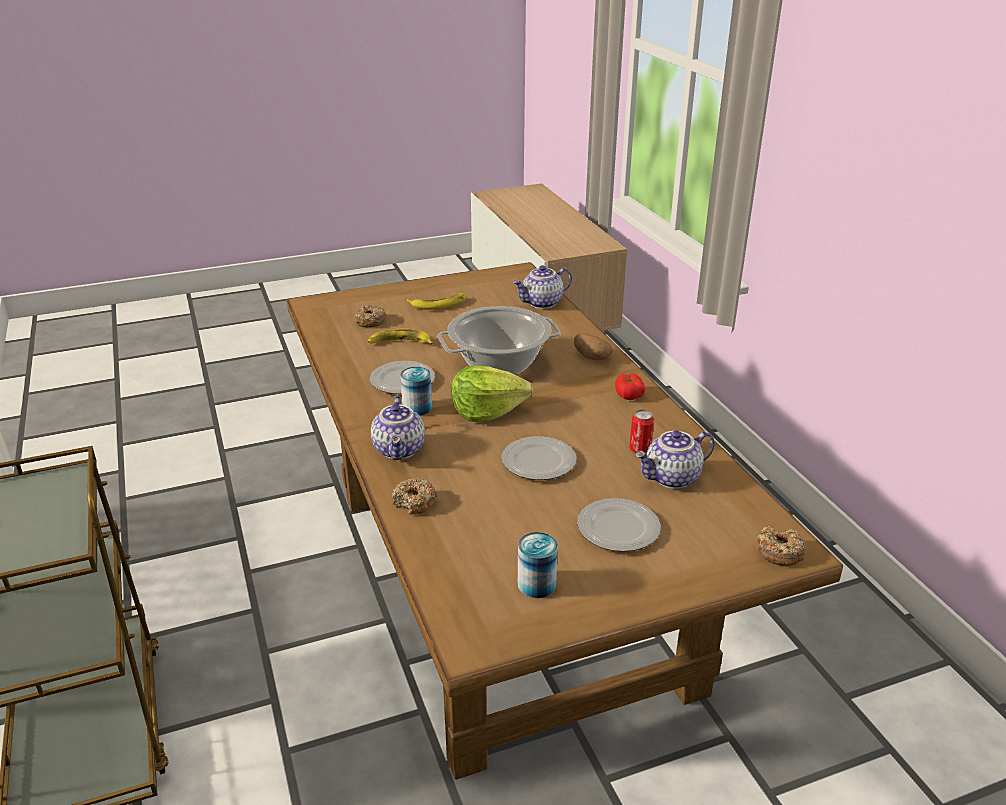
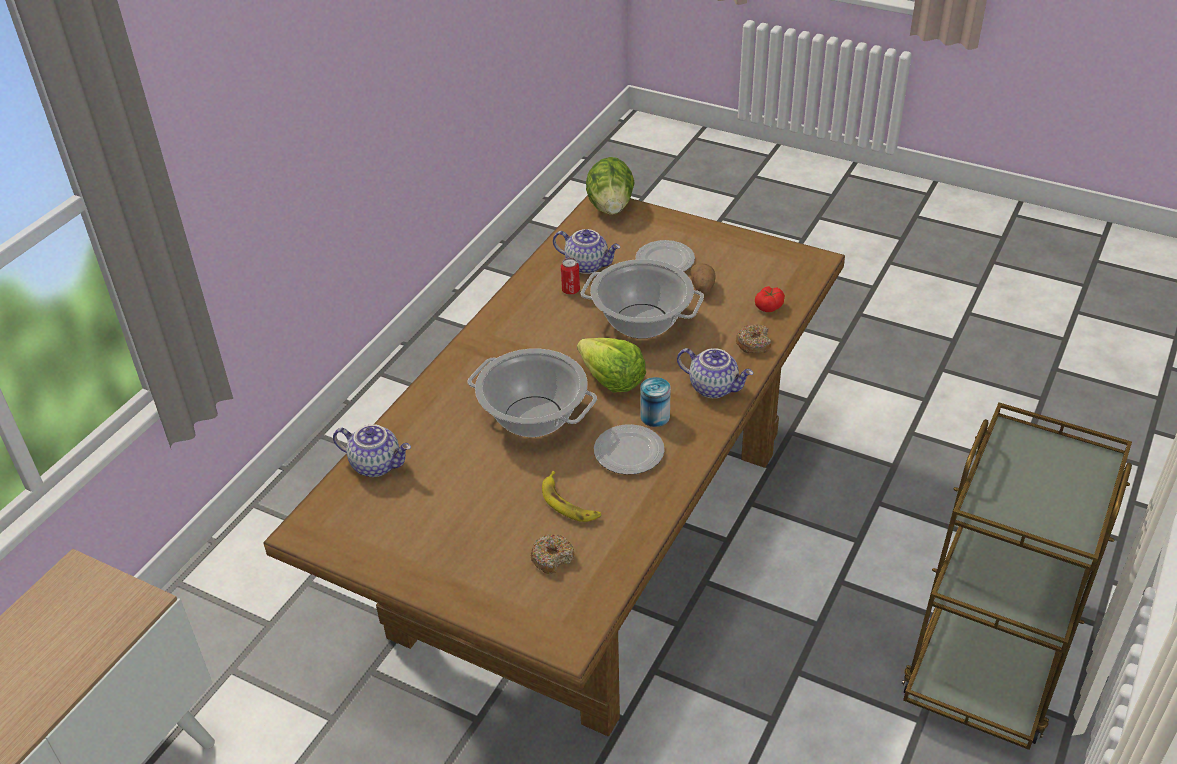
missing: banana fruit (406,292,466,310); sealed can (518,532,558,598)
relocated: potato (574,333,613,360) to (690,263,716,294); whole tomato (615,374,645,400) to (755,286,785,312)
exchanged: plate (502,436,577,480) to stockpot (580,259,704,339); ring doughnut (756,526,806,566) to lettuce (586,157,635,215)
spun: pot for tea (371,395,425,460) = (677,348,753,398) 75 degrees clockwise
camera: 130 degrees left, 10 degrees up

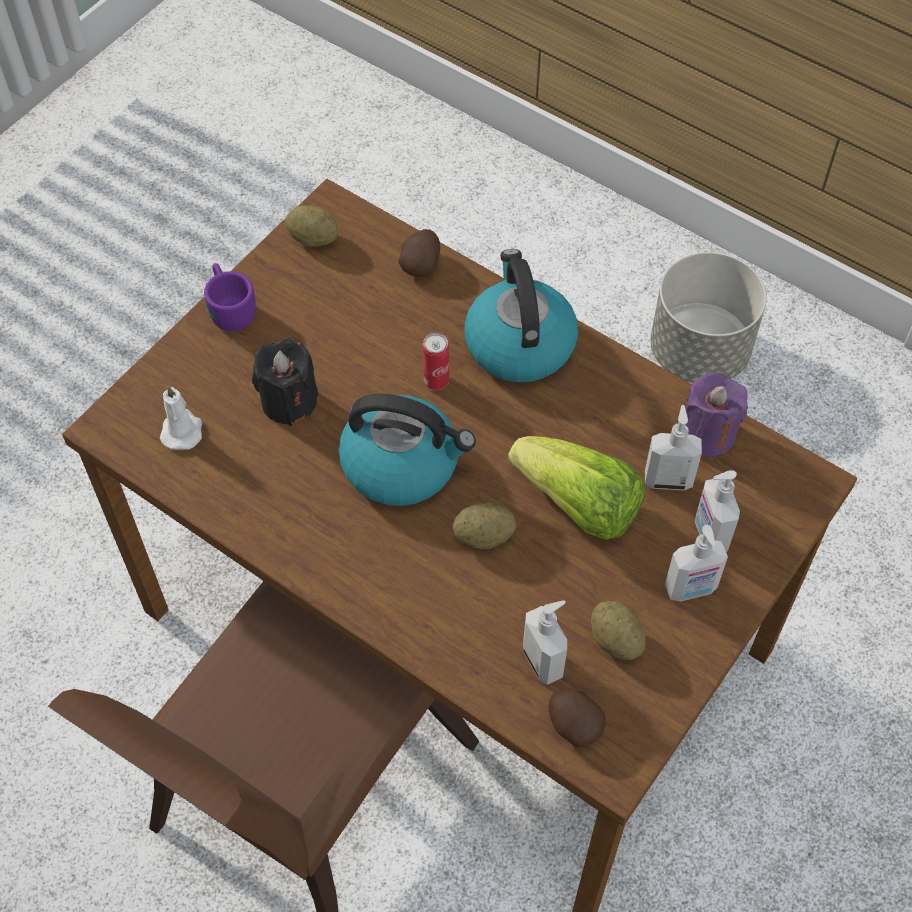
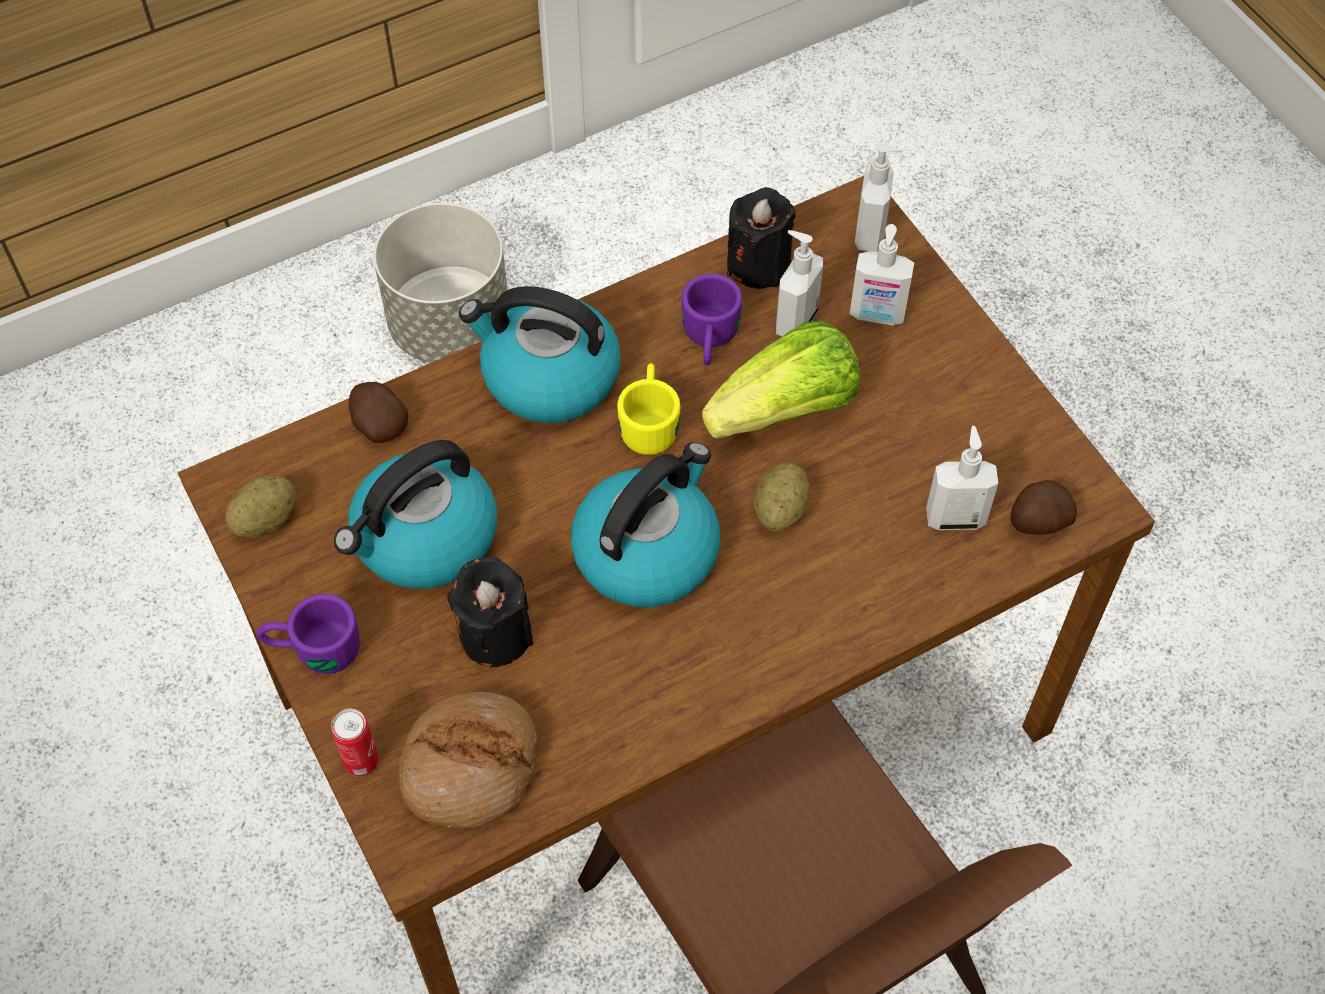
missing: potato (591,601,646,660)
appeared: coffee mug/purplish (681,273,742,365); coffee mug/yellow (617,363,680,455); kettle (334,440,497,589)
relocated: sealed can (422,333,449,390) to (331,709,379,777); liquid soap bottle (665,525,728,602) to (855,144,902,252)
exchanged: wax light/whitish (160,385,202,450) to bakery bread (399,692,537,829)
colour: wax light/purplish (685,372,748,457) to wax light/black-coloured (727,187,796,289)
camera: 65 degrees left, 0 degrees up

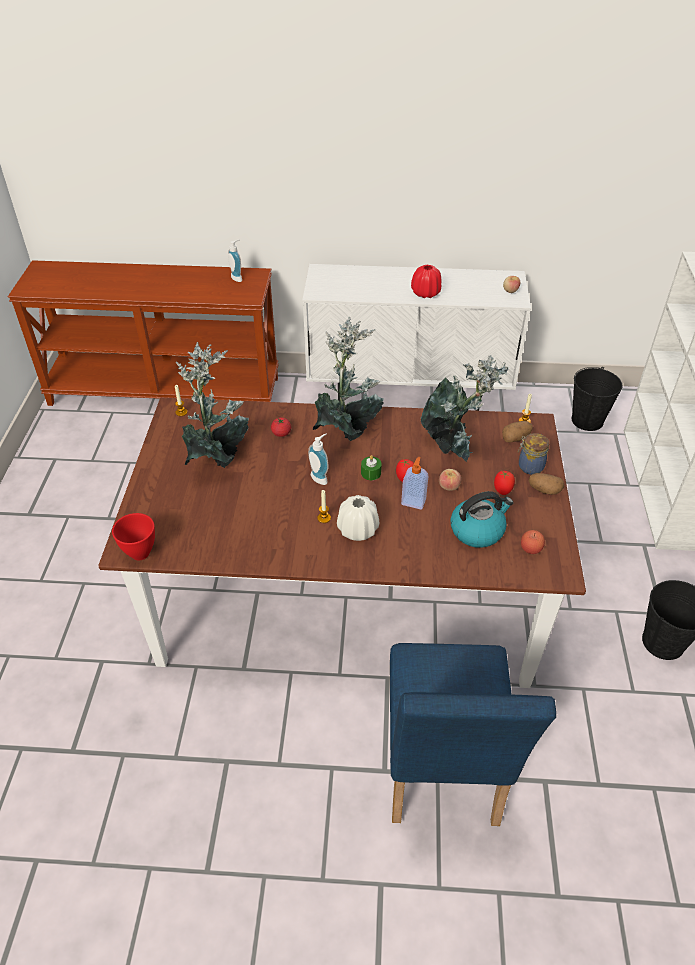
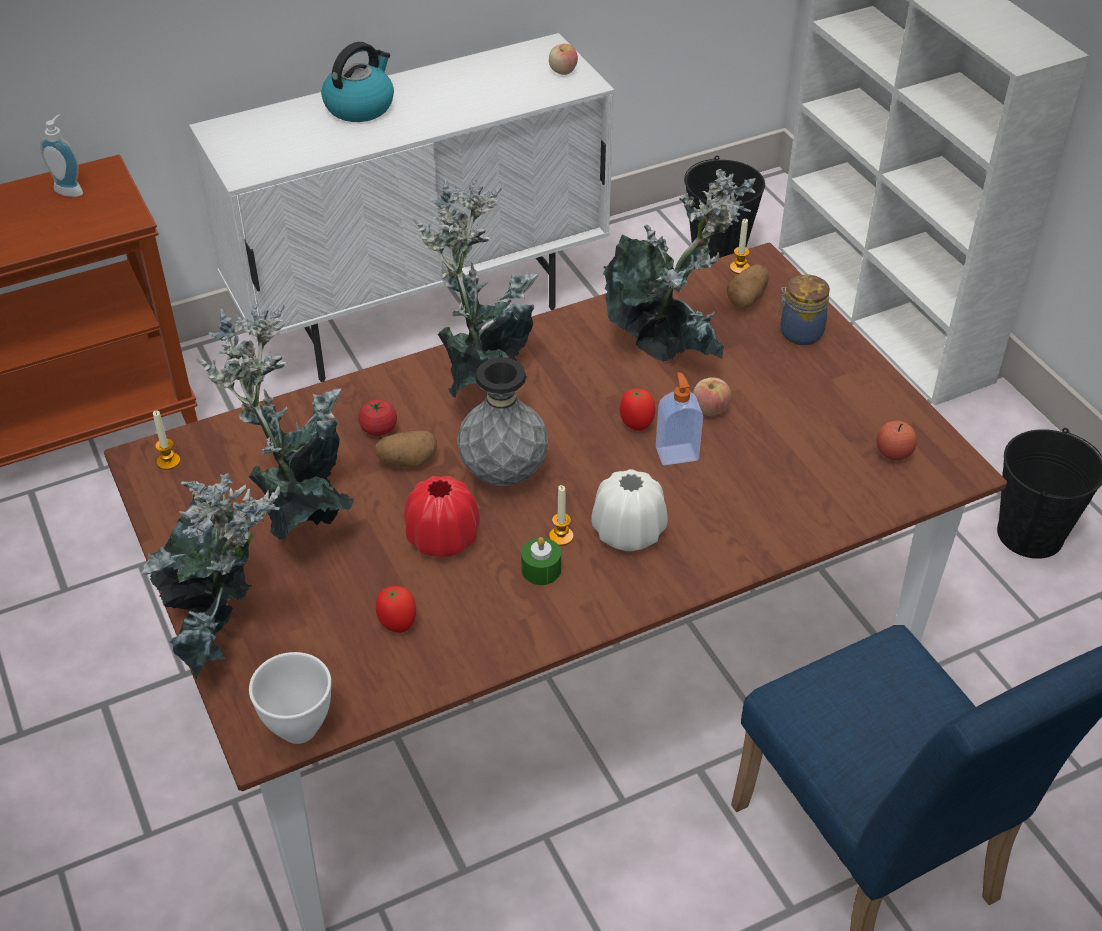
appeared: potted plant (141,474,280,680)
relocated: vase/red-coloured (411,265,441,298) to (404,476,480,557); wax light/green (361,455,382,480) to (521,537,561,585); whole tomato (494,471,515,495) to (376,586,416,633); potato (528,473,564,495) to (375,431,437,467); kettle (450,491,513,548) to (321,42,394,122)
exchanged: liquid soap bottle (308,434,329,485) to vase/greyish (457,357,549,486)
colour: deep dish/red-coloured (112,513,155,560) to deep dish/whitish (249,652,331,744)
camera: 30 degrees left, 0 degrees up

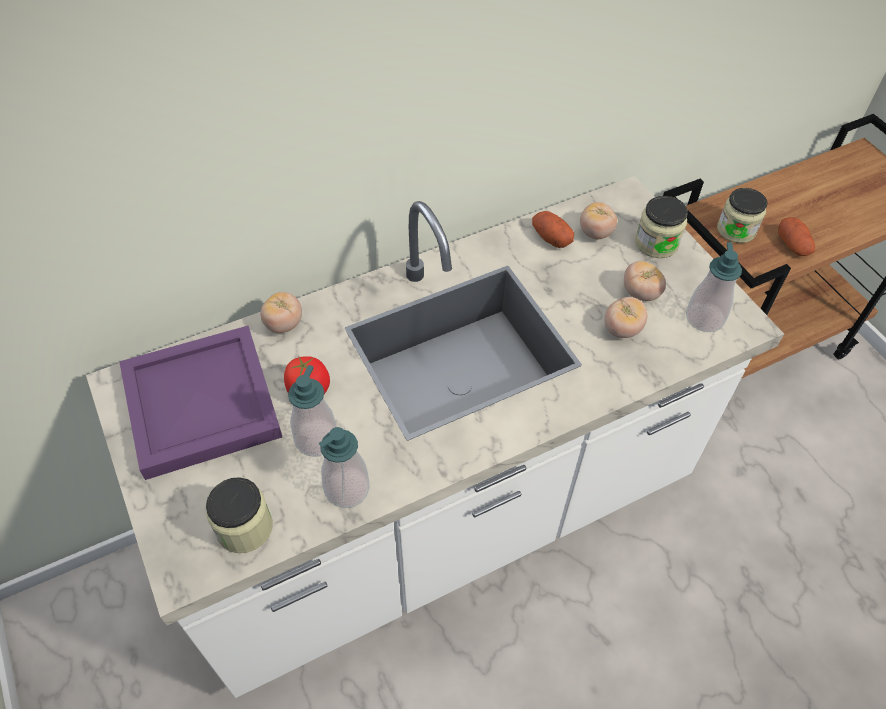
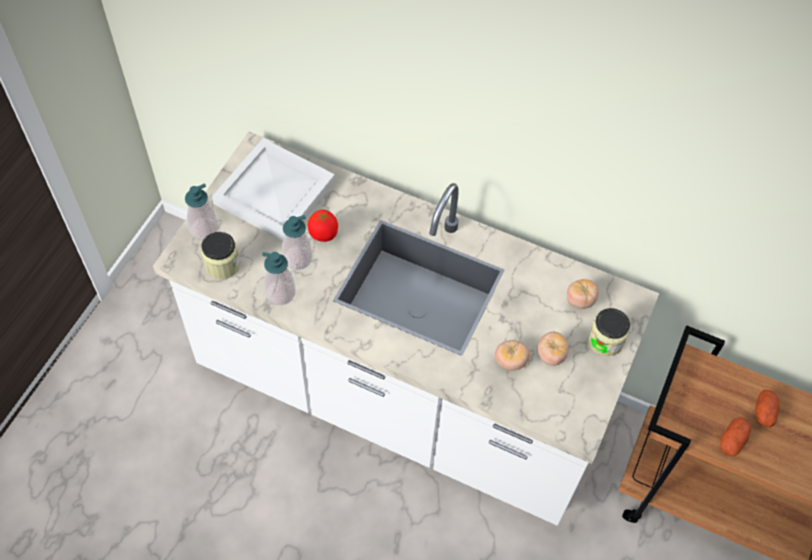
missing: jar (717,188,768,243); whole tomato (261,292,302,333)
relocated: potato (532,211,574,248) to (755,390,780,427); liquid soap bottle (686,242,742,332) to (185,183,218,240)
colour: tray/purplish (119,326,282,480) to tray/whitish (212,138,335,241)
camera: 50 degrees right, 5 degrees up

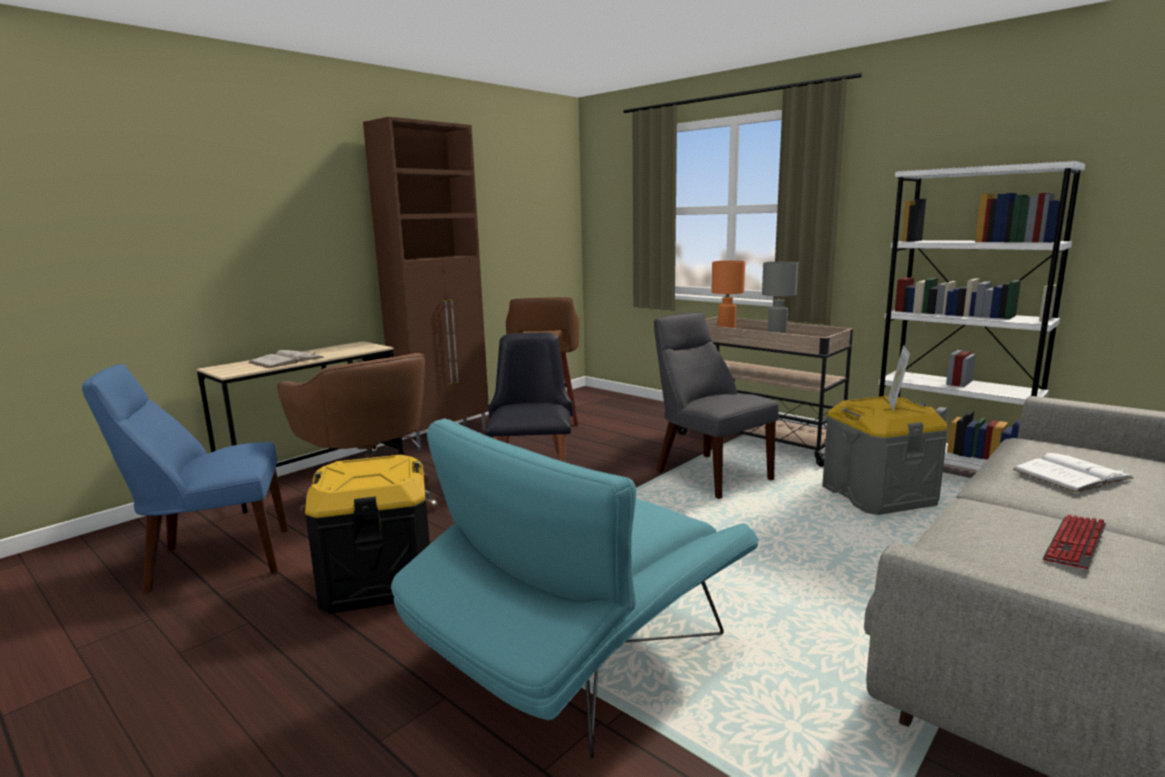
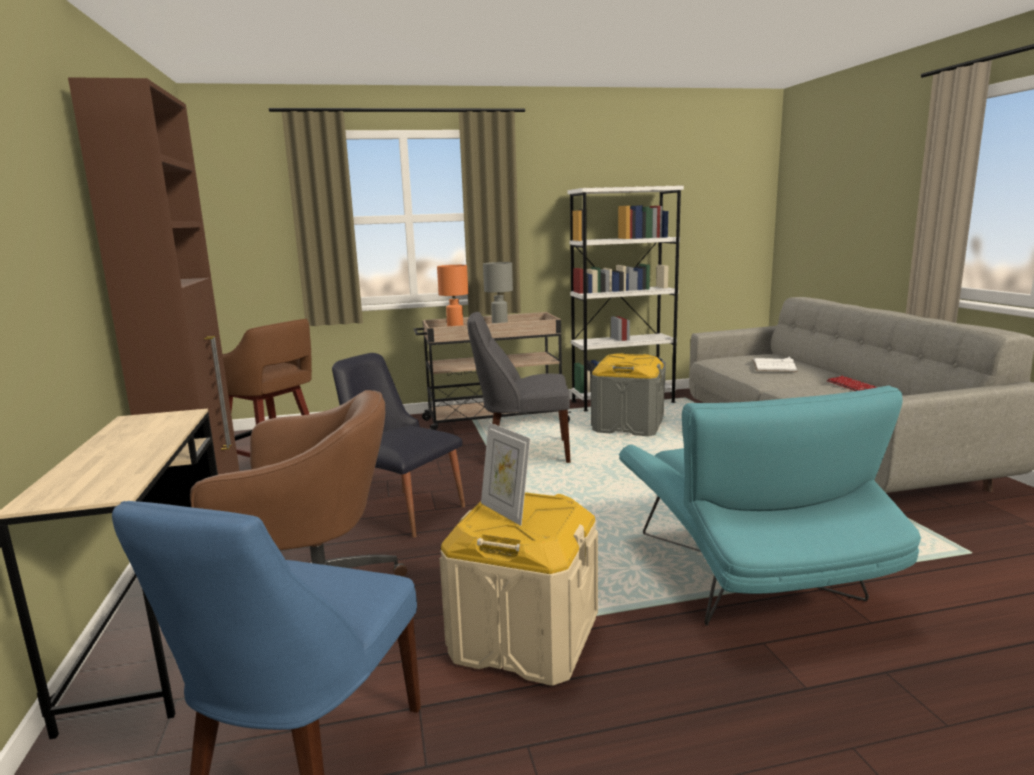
missing: volume/whitish (248,350,324,368)
relocated: photo frame (888,345,910,411) to (481,422,531,526)
colour: storage box/black-coloured (305,455,430,614) to storage box/beige-coloured (440,492,598,686)
camera: 55 degrees left, 0 degrees up

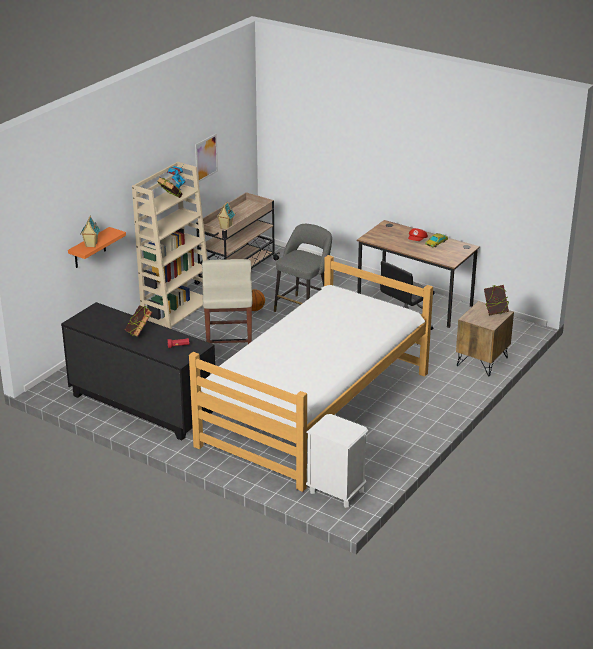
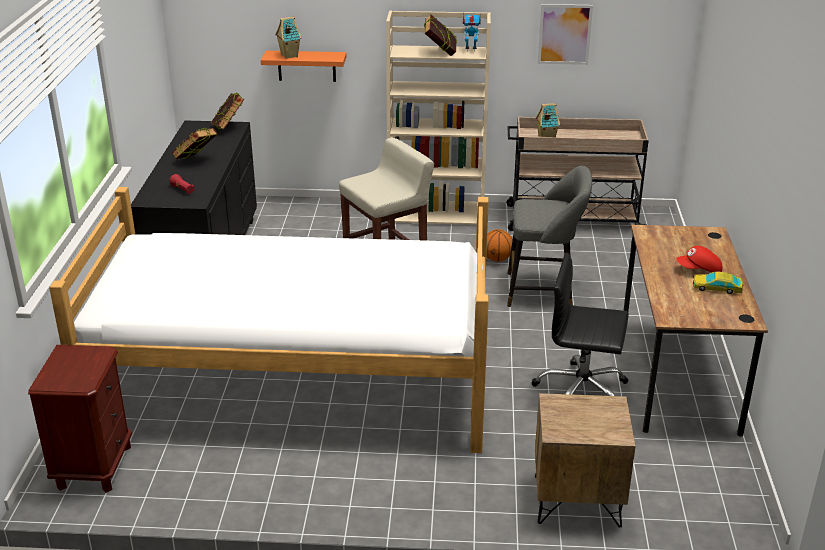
relocated: volume (484,285,509,316) to (211,93,244,130)
colour: bedside table/whitish (306,414,368,508) to bedside table/brown-coloured (28,345,132,493)
camera: 60 degrees right, 0 degrees up

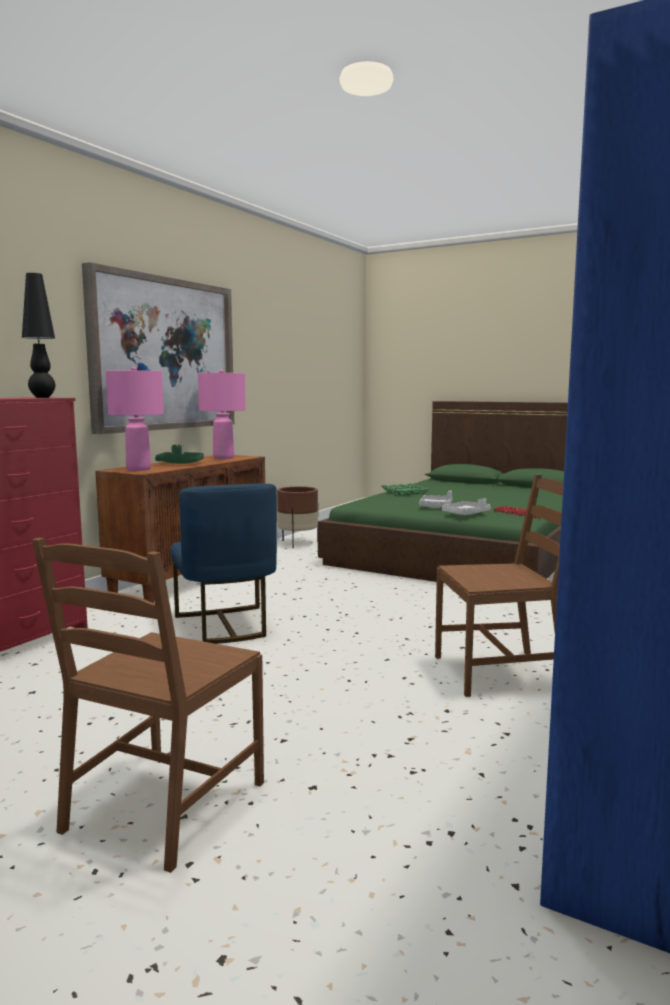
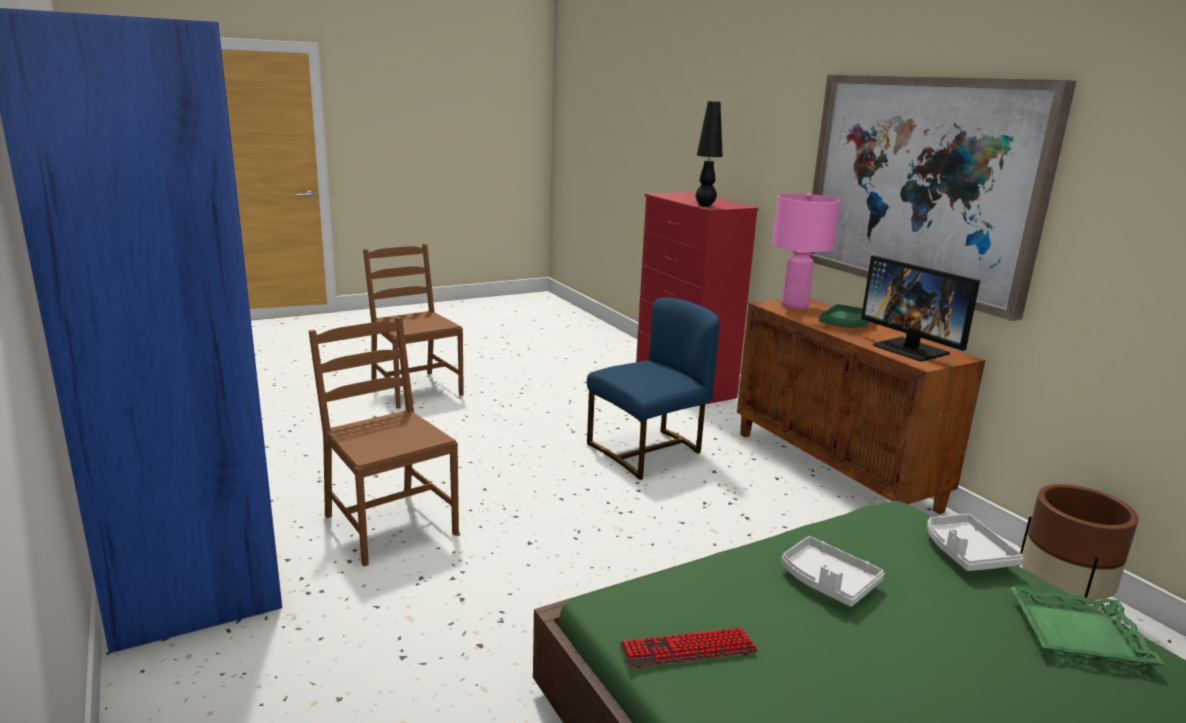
relocated: tray/greyish (442,498,491,515) to (927,514,1023,571)
exchanged: lamp for a table/pinkish (198,369,246,459) to computer screen (861,255,980,362)
spun: plain chair/brown-coloured (435,474,563,697) = (308,316,459,566) 120 degrees clockwise; plain chair/blue (170,483,277,644) = (587,297,719,480) 135 degrees clockwise
camera: 120 degrees right, 10 degrees up

